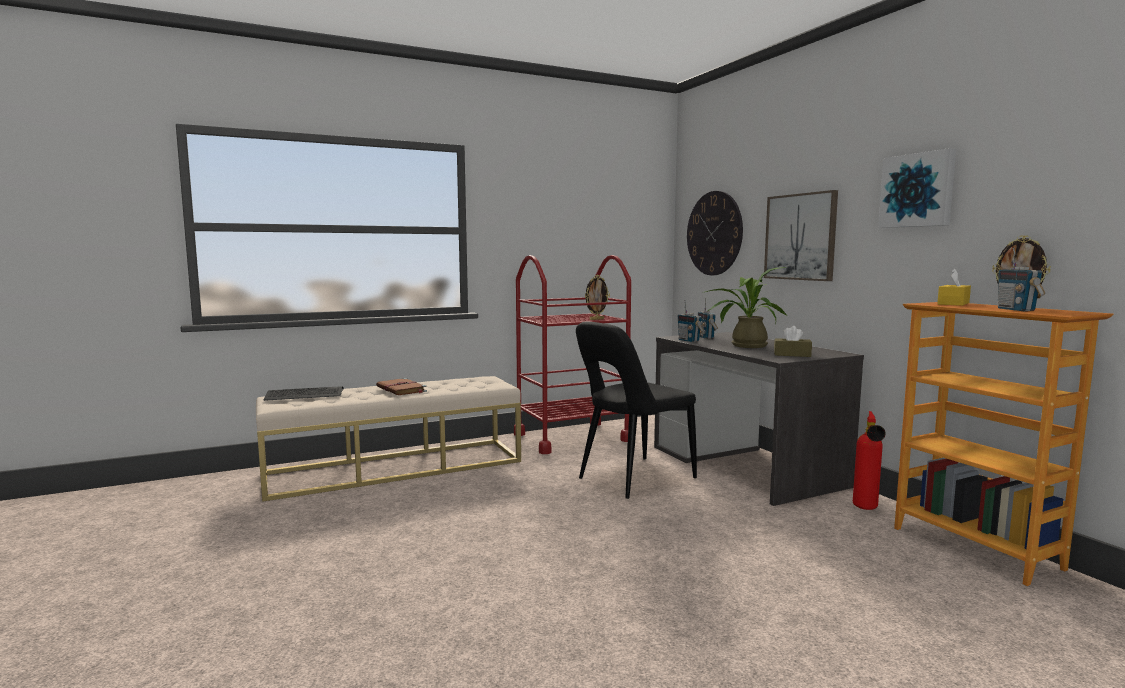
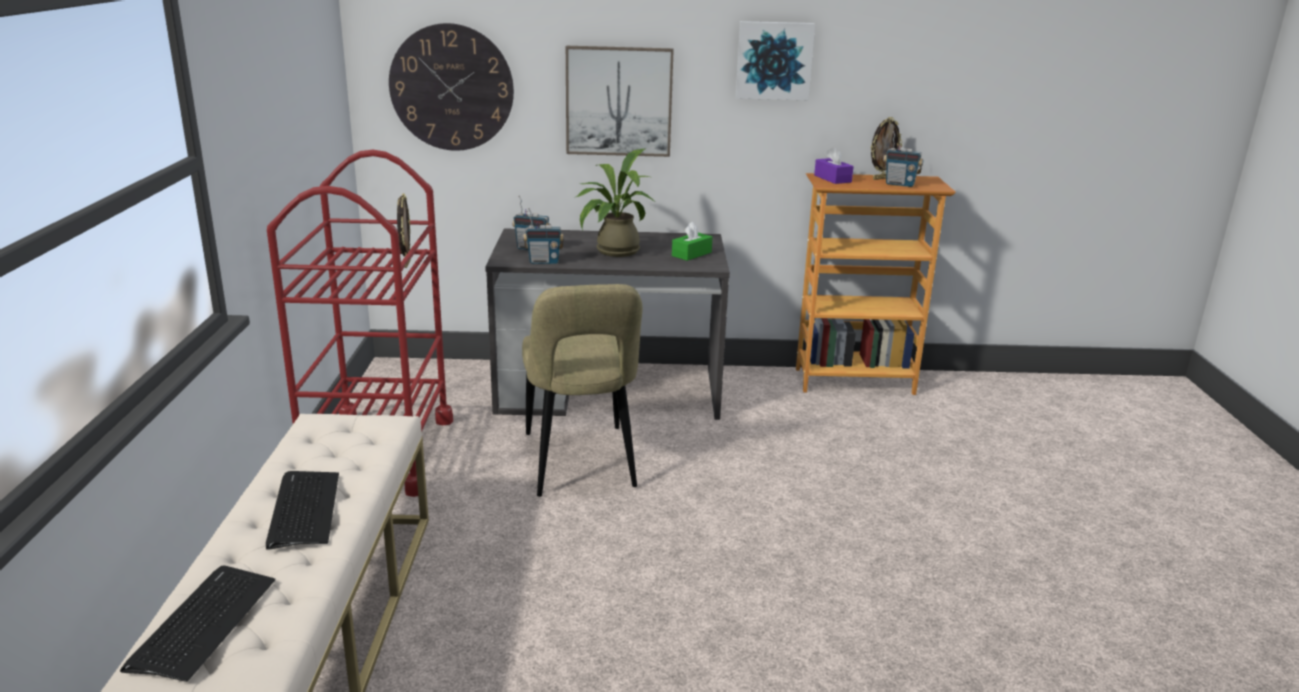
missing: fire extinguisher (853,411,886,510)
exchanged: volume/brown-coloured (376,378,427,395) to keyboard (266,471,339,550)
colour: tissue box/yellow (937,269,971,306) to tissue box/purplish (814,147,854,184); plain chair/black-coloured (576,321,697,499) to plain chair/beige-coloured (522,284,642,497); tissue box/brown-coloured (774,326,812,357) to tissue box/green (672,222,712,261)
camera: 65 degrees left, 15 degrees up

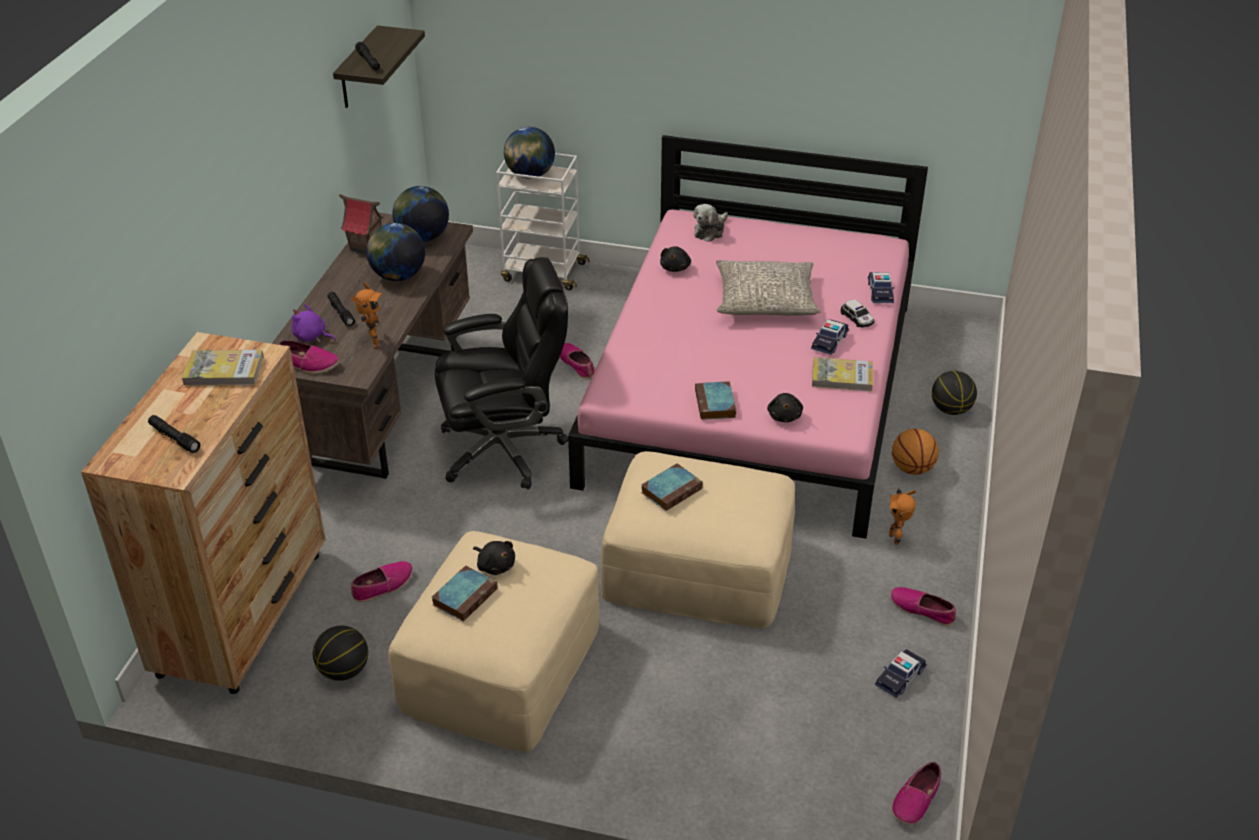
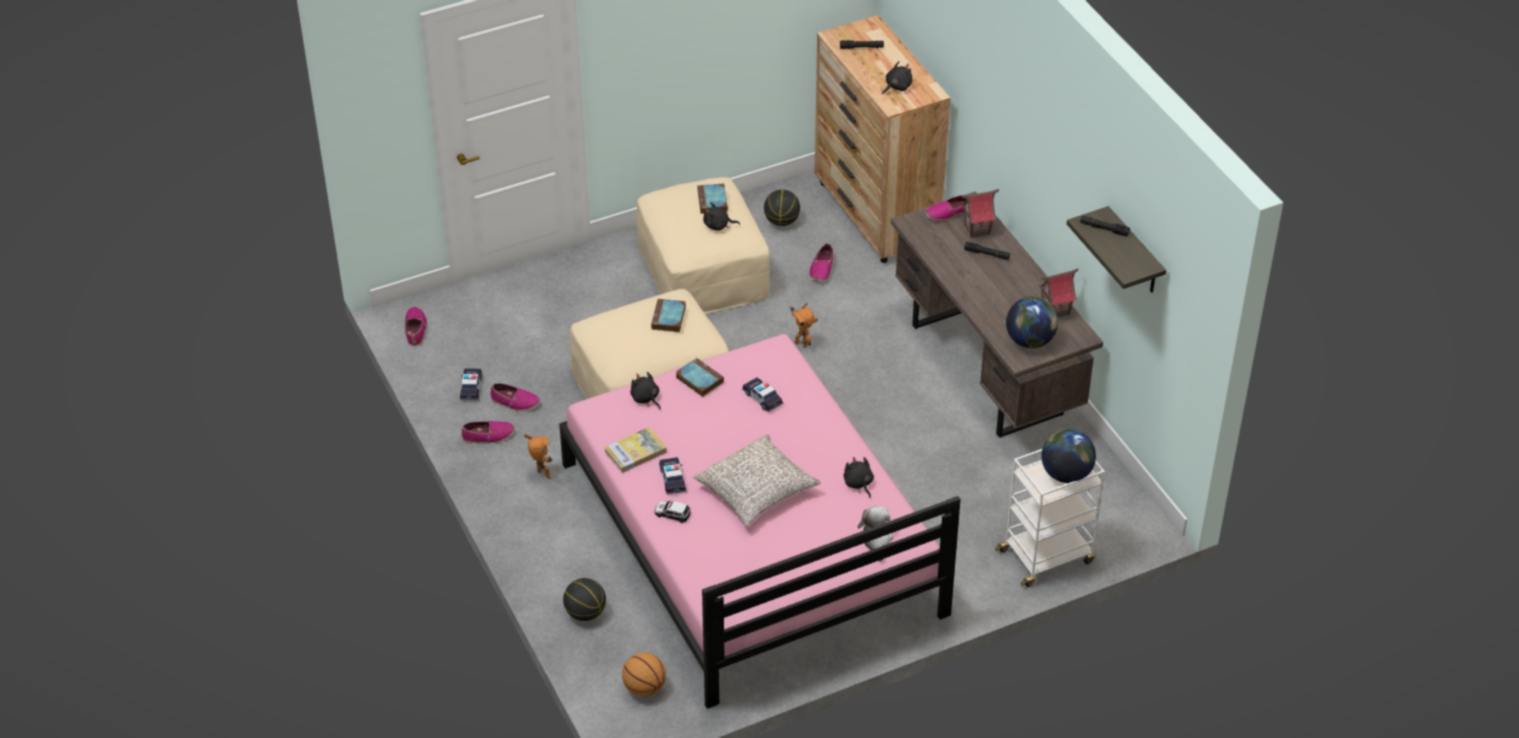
missing: world globe (366,223,425,281); office chair/black-coloured (435,257,568,489)
relocated: miniature car (868,272,894,303) to (742,378,783,412); robot figure (351,282,382,349) to (790,303,818,348); item of footwear (559,343,595,379) to (491,383,540,411); basketball ball (892,429,939,475) to (622,653,666,697)
exchanged: plush toy/purplish (292,304,335,342) to model house (961,189,999,238); volume (182,350,264,386) to plush toy/black-coloured (882,61,912,95)
camera: 140 degrees right, 5 degrees up

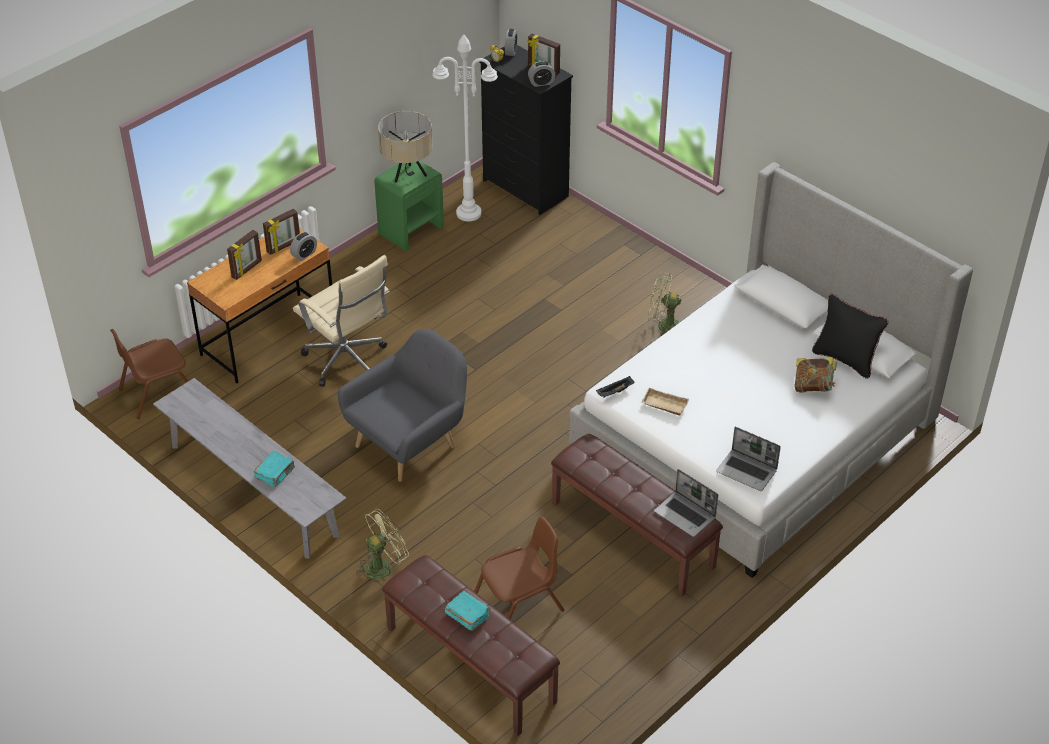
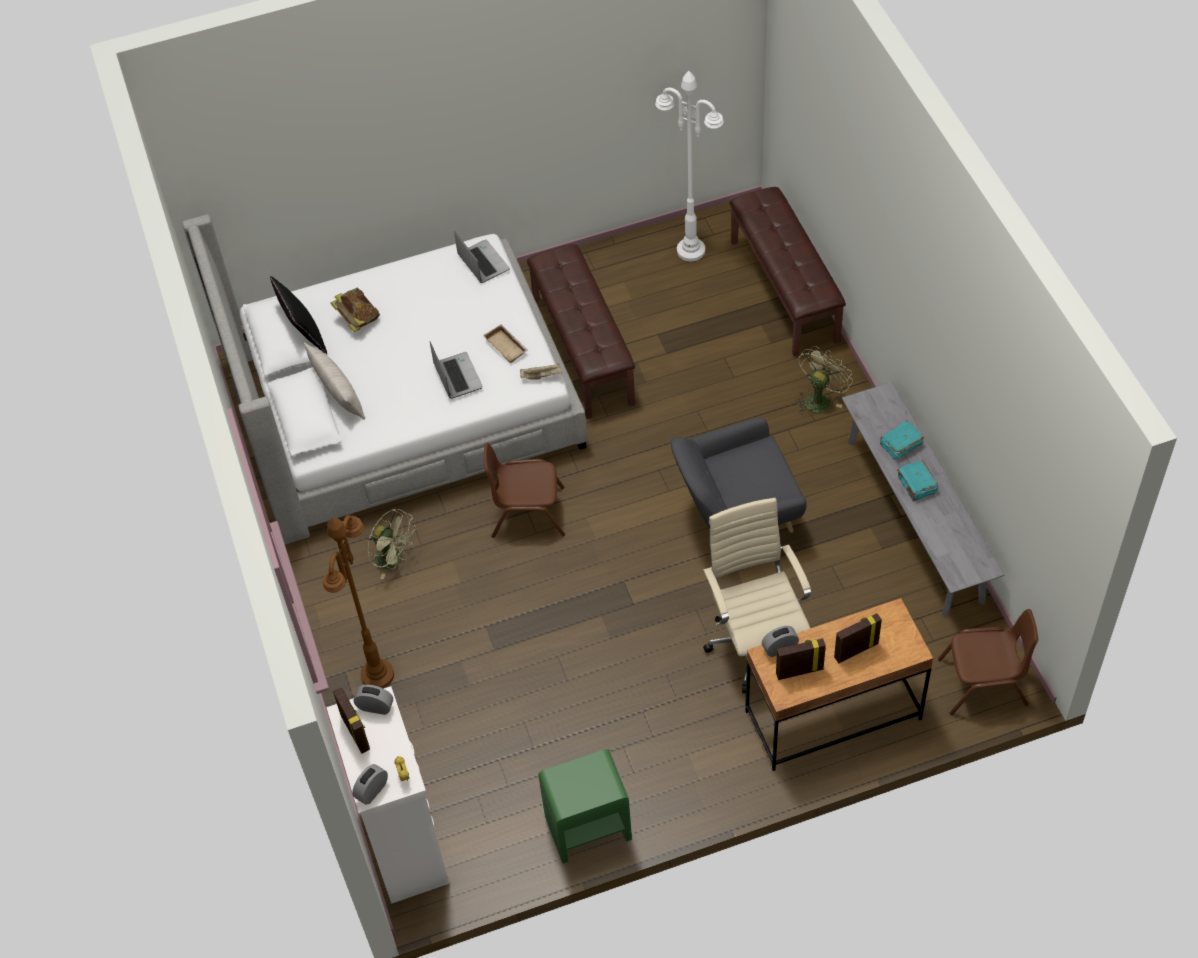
missing: lamp for a table/beige-coloured (378,111,433,183)
appeared: pillow/beige-coloured (304,342,365,420); standard lamp/brown-coloured (323,515,394,688)
relocated: standard lamp/whitish (432,34,498,221) to (655,71,724,261); portable computer (654,469,718,537) to (430,342,483,399); plain chair/brown-coloured (474,517,565,619) to (484,443,565,538); volume/blue-green (445,591,490,631) to (897,460,938,501)
colour: chest of drawers/black-coloured (479,45,573,215) to chest of drawers/whitish (326,686,449,904); tray/black-coloured (596,376,634,398) to tray/beige-coloured (520,363,563,380)
spun: fan/green (356,509,409,580) = (796,346,853,415) 135 degrees clockwise
camera: 150 degrees left, 10 degrees up

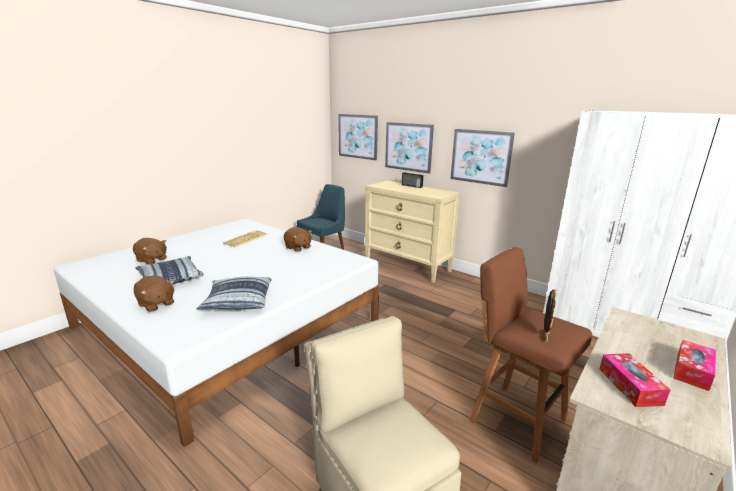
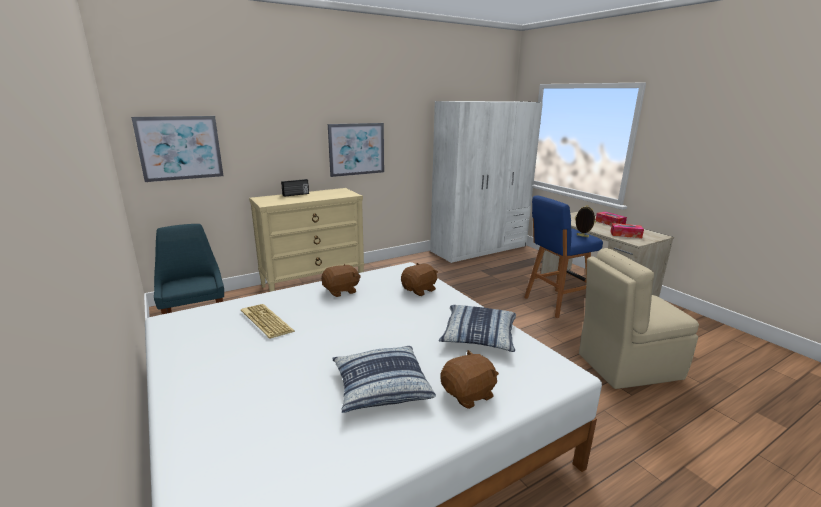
missing: wall picture (385,122,434,174)
relocated: plush toy/brown-coloured (133,238,167,264) to (401,263,438,296)
colour: sitting stool/brown-coloured (470,247,592,463) to sitting stool/blue (524,195,603,318)
camera: 70 degrees left, 0 degrees up

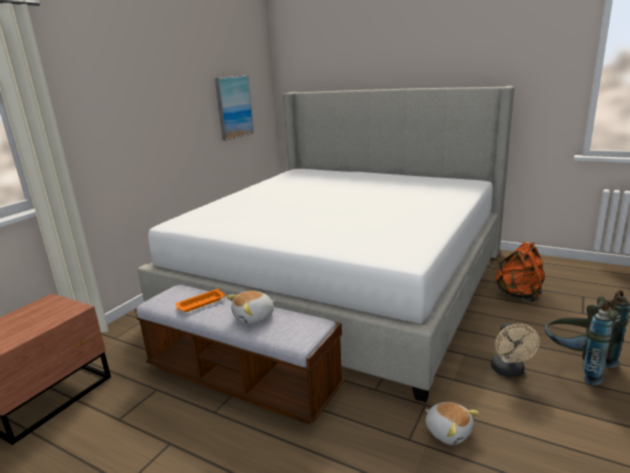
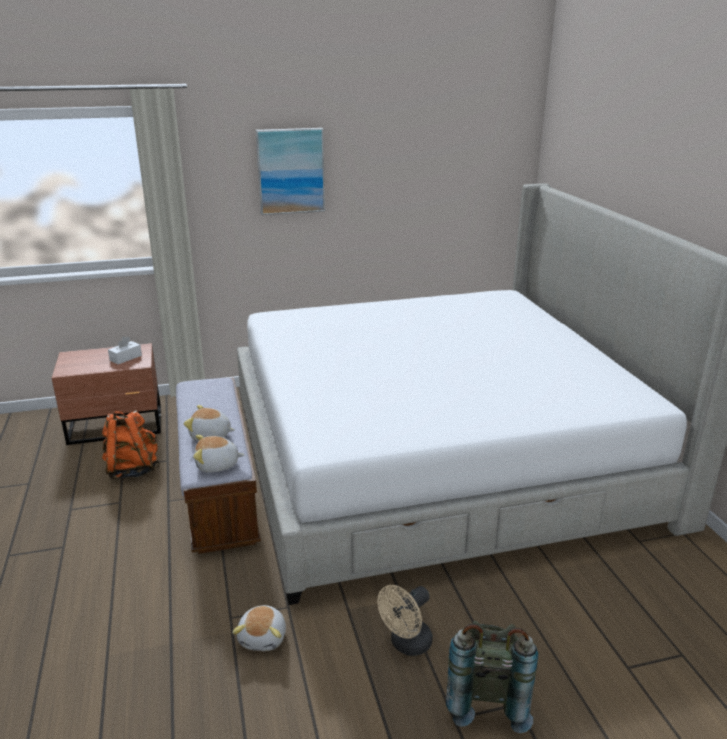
missing: tray/orange (176,289,225,312)
appeared: tissue box/whitish (108,336,142,364); plush toy (193,435,245,473)
relocated: wall picture (215,75,254,141) to (256,128,325,215); rucksack/orange (495,241,545,302) to (102,410,160,479)
camera: 45 degrees right, 5 degrees up

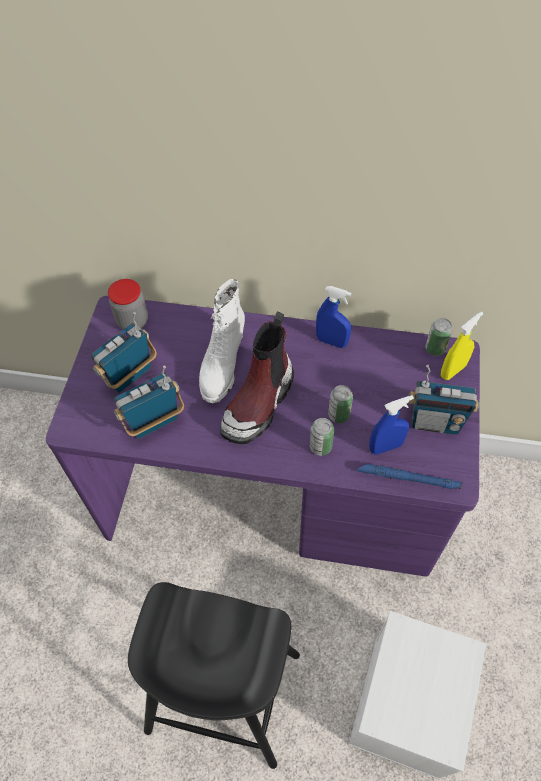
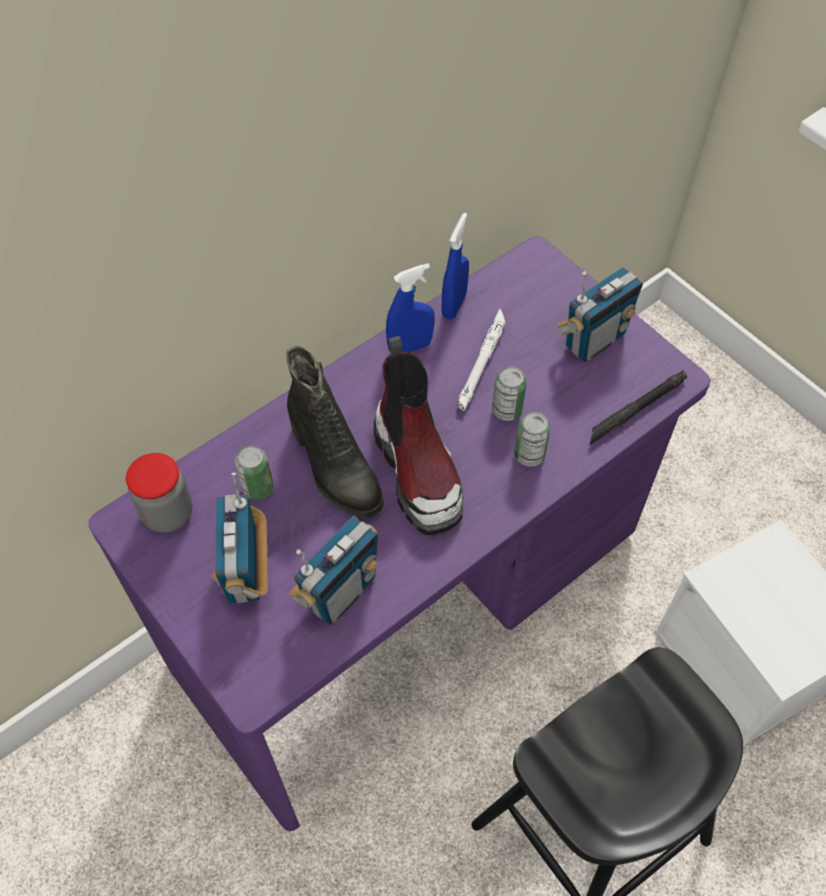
missing: hand sprayer/yellow (441,312,483,380)
appeared: hand torch/whitish (457,309,506,412)
relocated: sealed can (425,318,453,356) to (235,445,273,500); hand sprayer/blue (369,395,414,455) to (441,213,469,319)
colour: tall boot/whitish (199,279,245,403) to tall boot/black-coloured (286,346,384,518); hand torch/blue (357,464,463,489) to hand torch/black-coloured (589,370,687,445)
spun: radio receiver (114,366,184,439) = (289,516,378,625) 150 degrees counterclockwise
camera: 50 degrees left, 0 degrees up

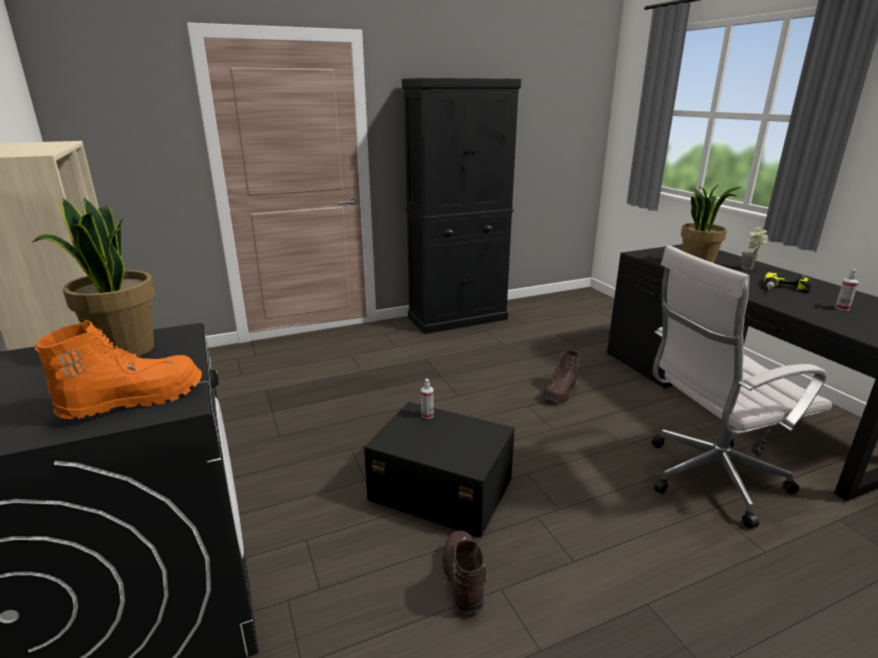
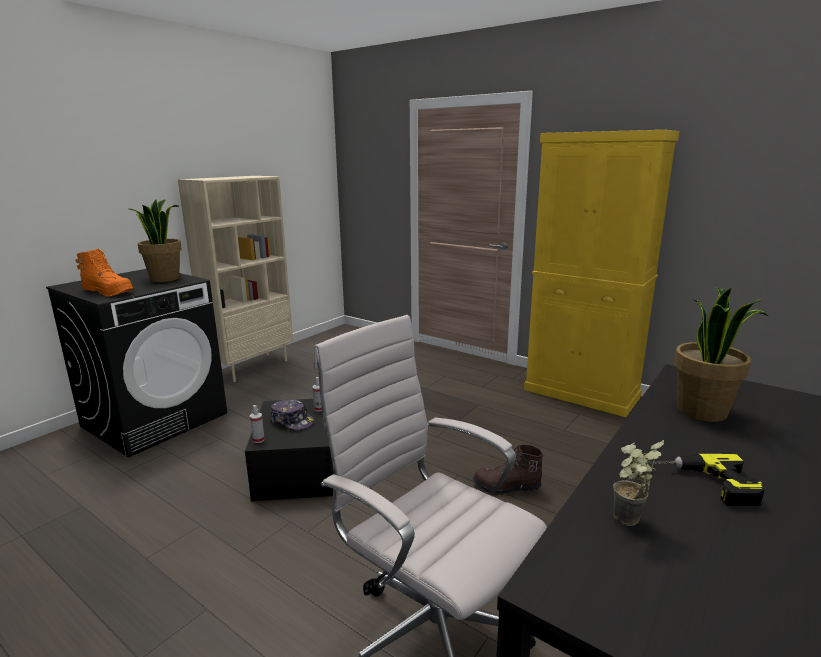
missing: tall boot/brown-coloured (443,531,486,613)
appeared: baseball cap (269,399,314,430)
relocated: potted plant (741,226,768,270) to (613,440,664,526); hand sprayer (835,269,859,311) to (250,405,265,443)
colour: cabinet/black-coloured (402,78,521,334) to cabinet/yellow (524,130,679,417)
camera: 60 degrees right, 5 degrees down

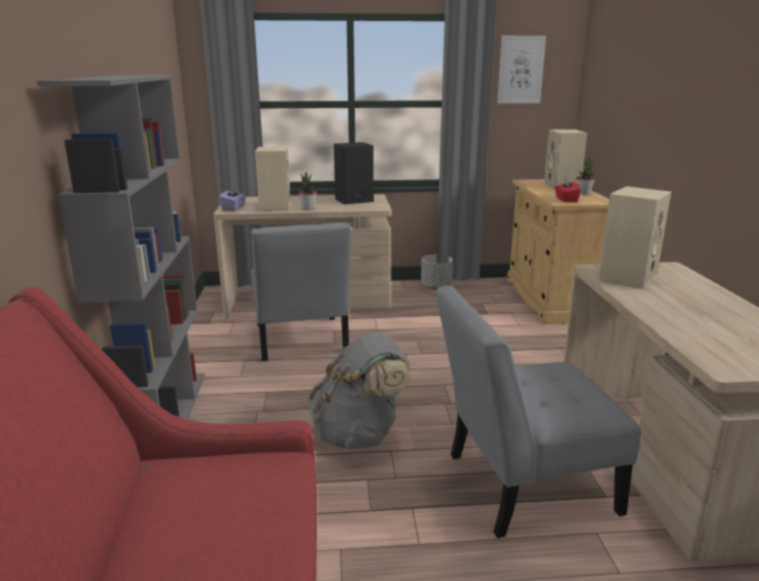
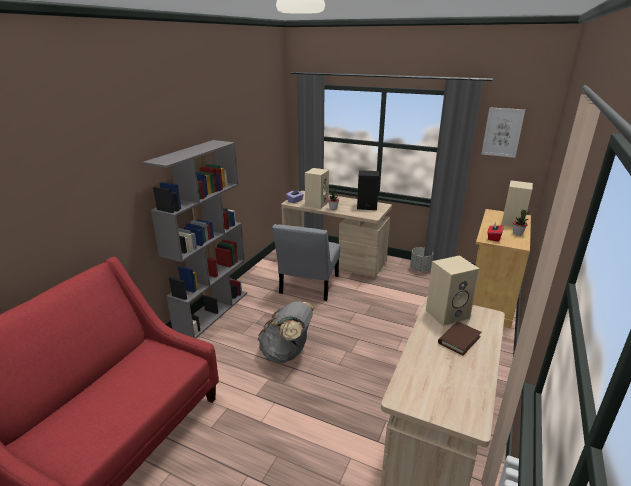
missing: plain chair/greyish (435,285,641,538)
appeared: volume/brown-coloured (438,321,481,355)
camera: 30 degrees right, 5 degrees up

